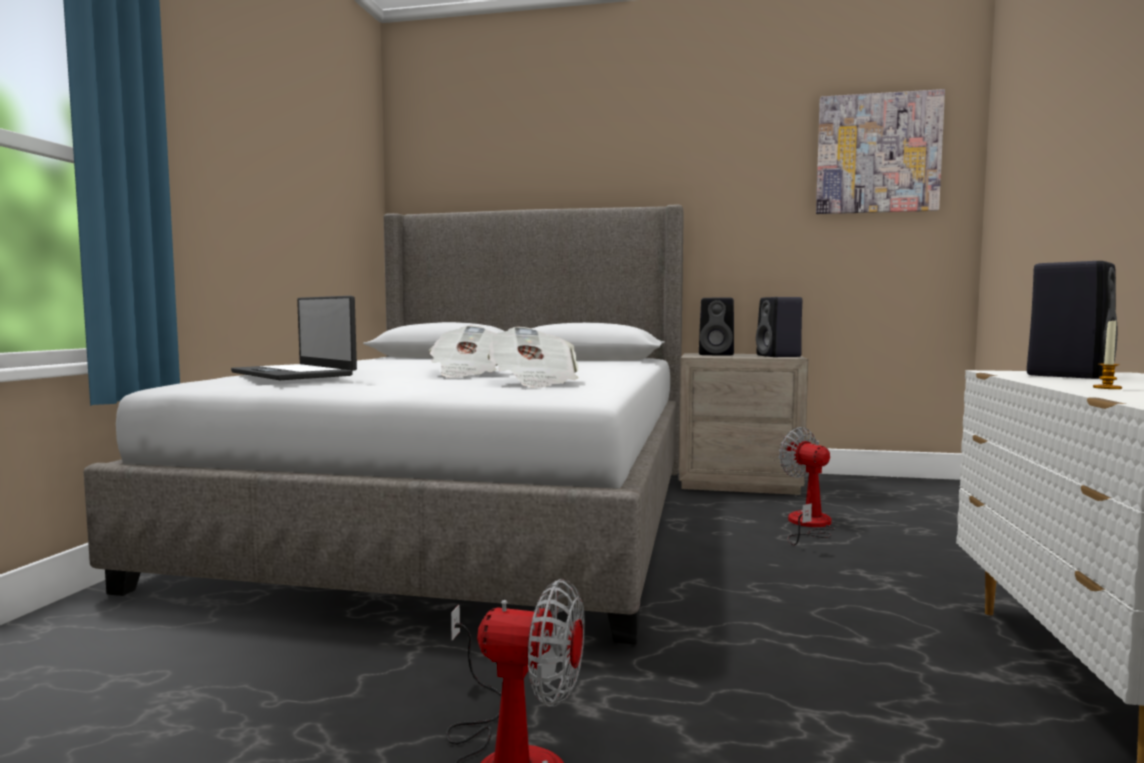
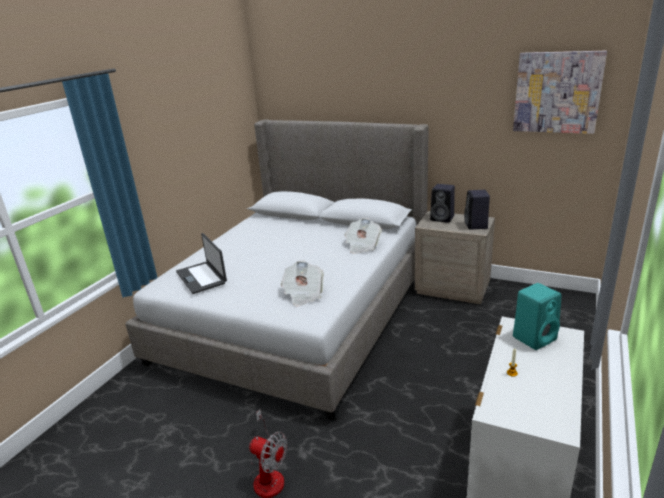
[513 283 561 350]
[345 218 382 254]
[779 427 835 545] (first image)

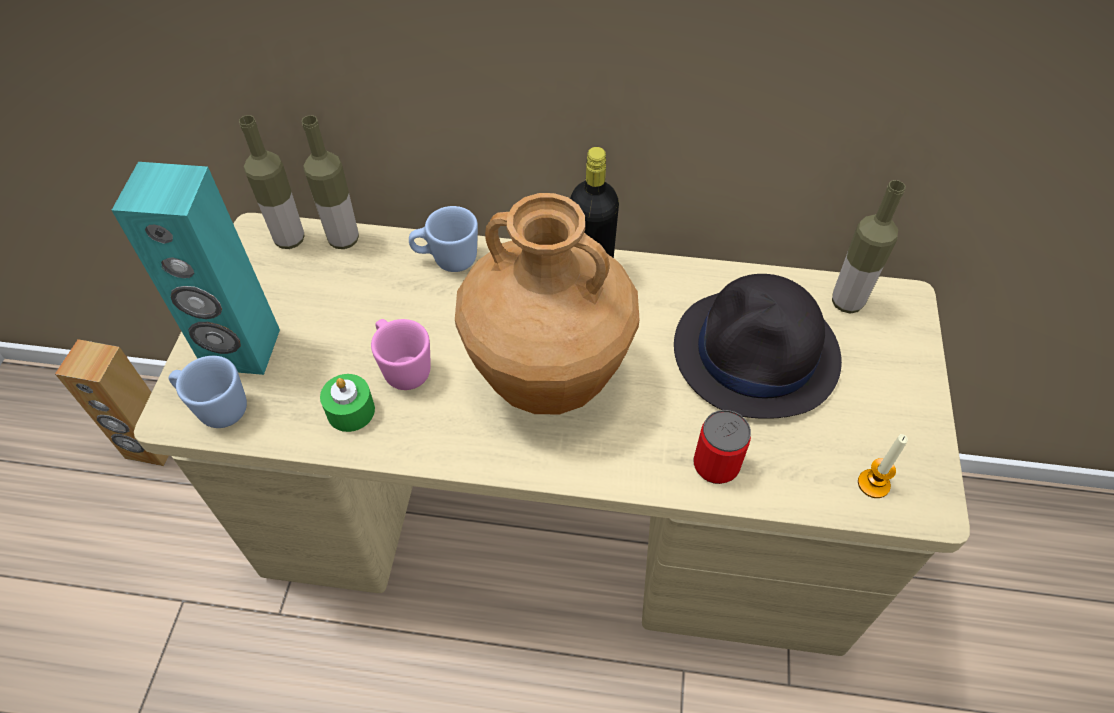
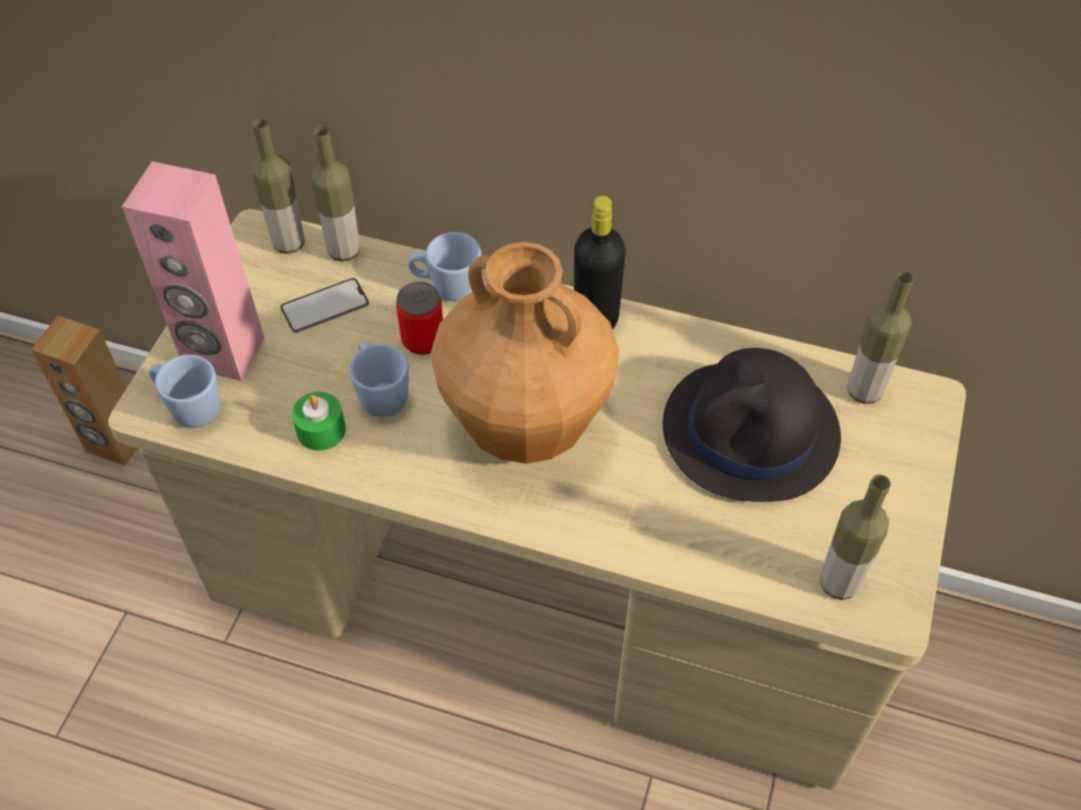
[122 161 264 381]
[349 341 409 417]
[396 282 443 355]
[820 474 891 600]
[280 278 369 333]

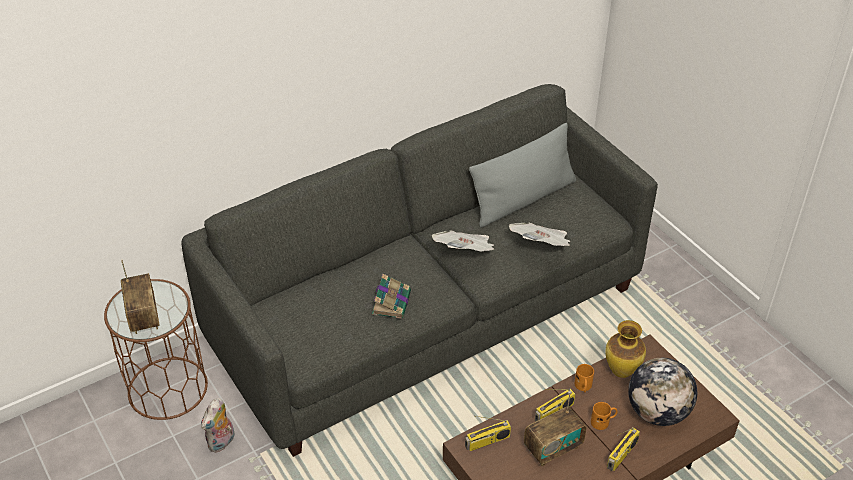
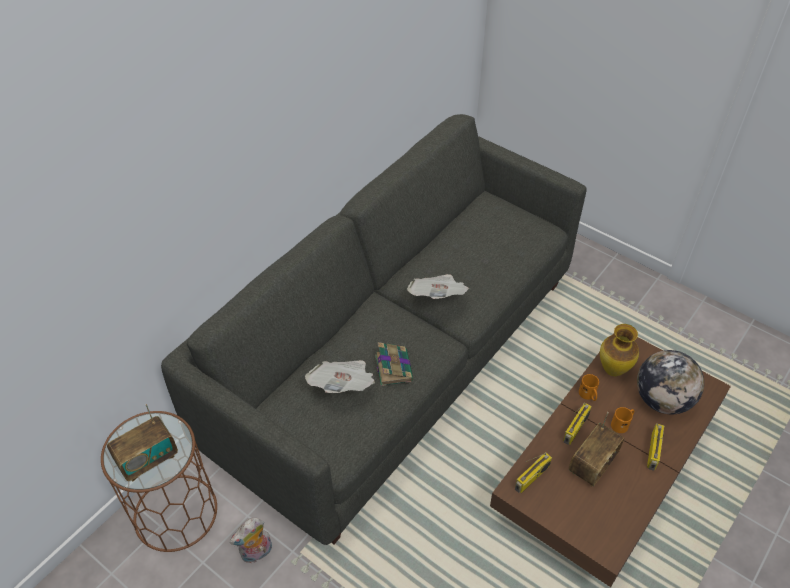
[469 123 576 227] (first image)
[305 360 375 393]
[107 404 178 482]
[230 517 272 563]

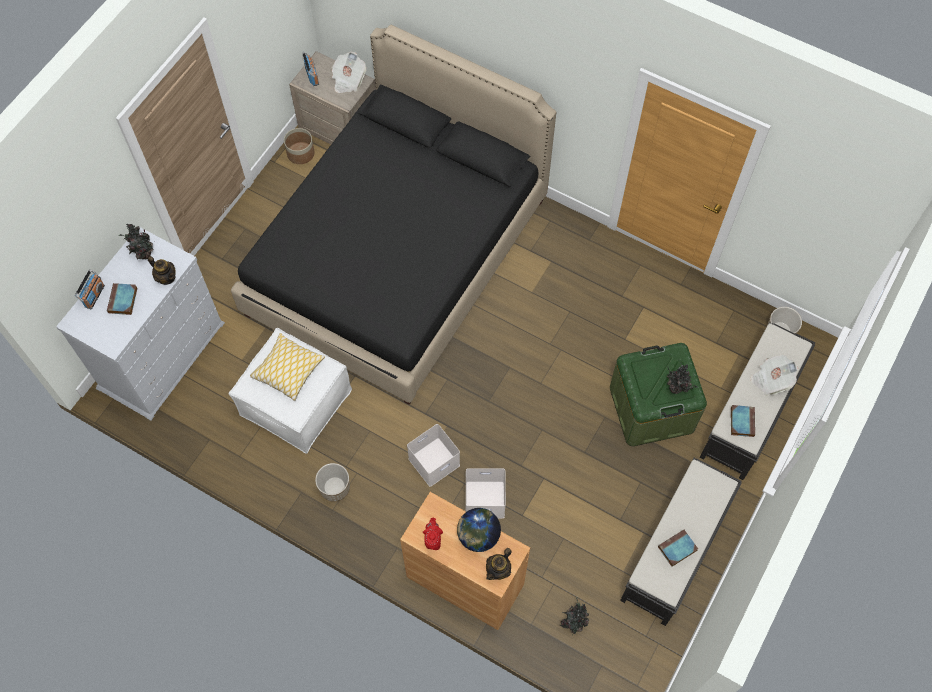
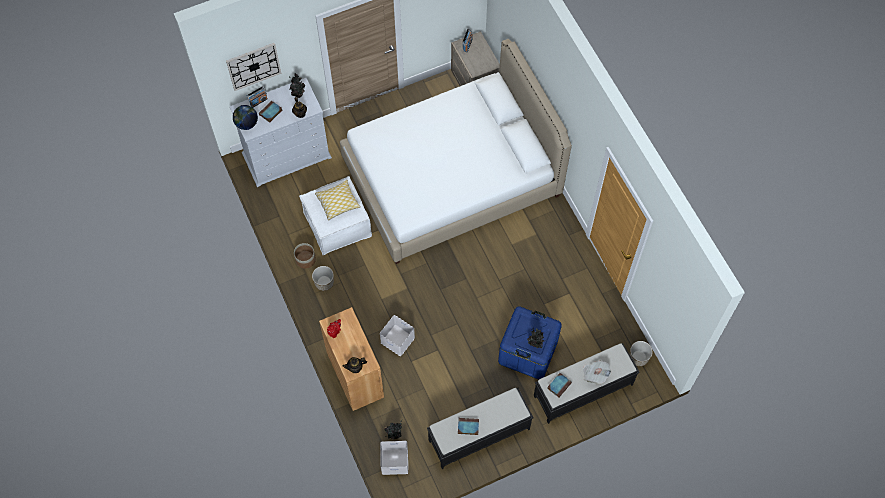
[340 39 572 264]
[331 52 366 93] (first image)
[294 243 316 268]
[498 307 562 380]
[380 441 408 475]
[233 105 258 130]
[226 43 281 91]

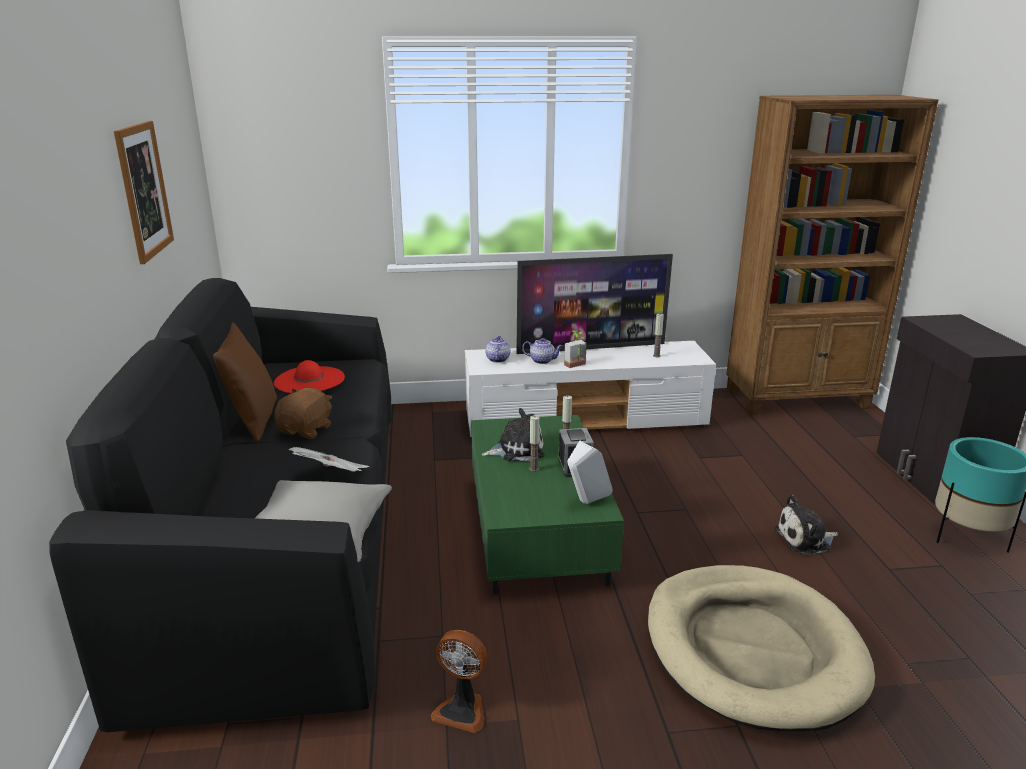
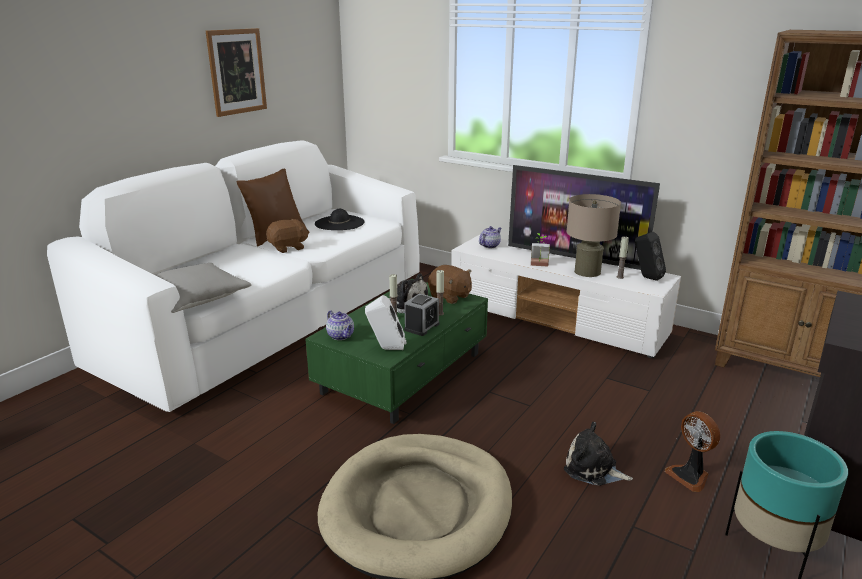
[47 140 420 412]
[326 310 354 340]
[315 209 365 230]
[289 447 369 472] (first image)
[665 411 720 492]
[566 194 621 277]
[635 232 666 281]
[428 265 472 304]

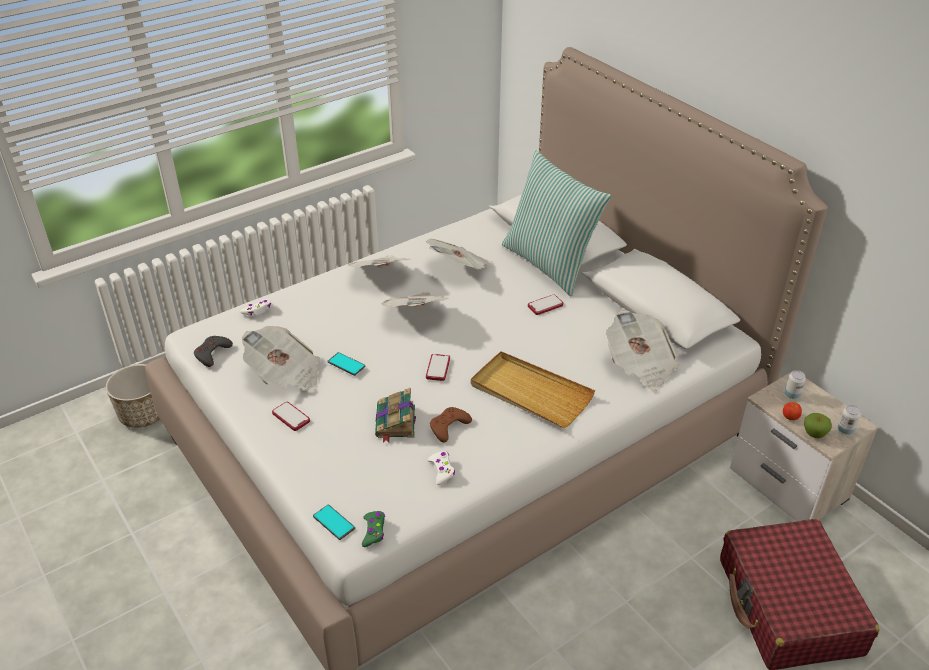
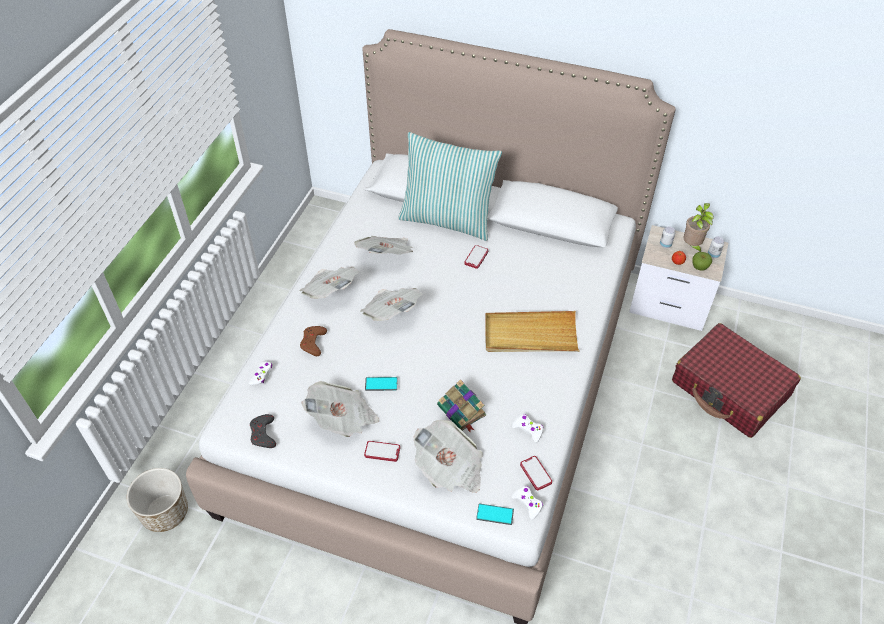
[414 420 483 493]
[520 456 552 490]
[300 326 327 356]
[511 486 543 520]
[684 203 714 252]

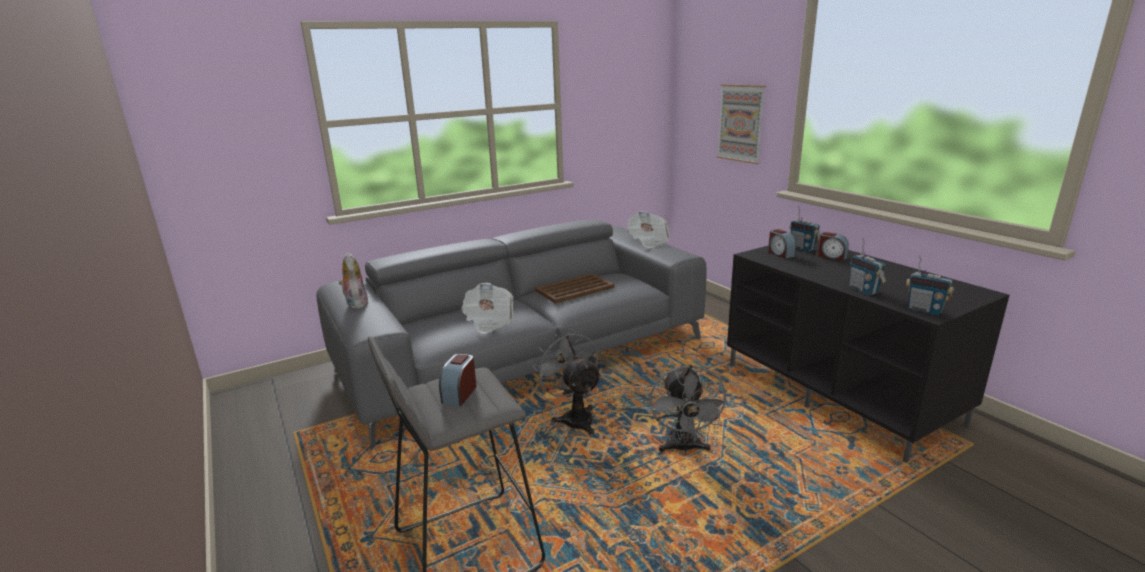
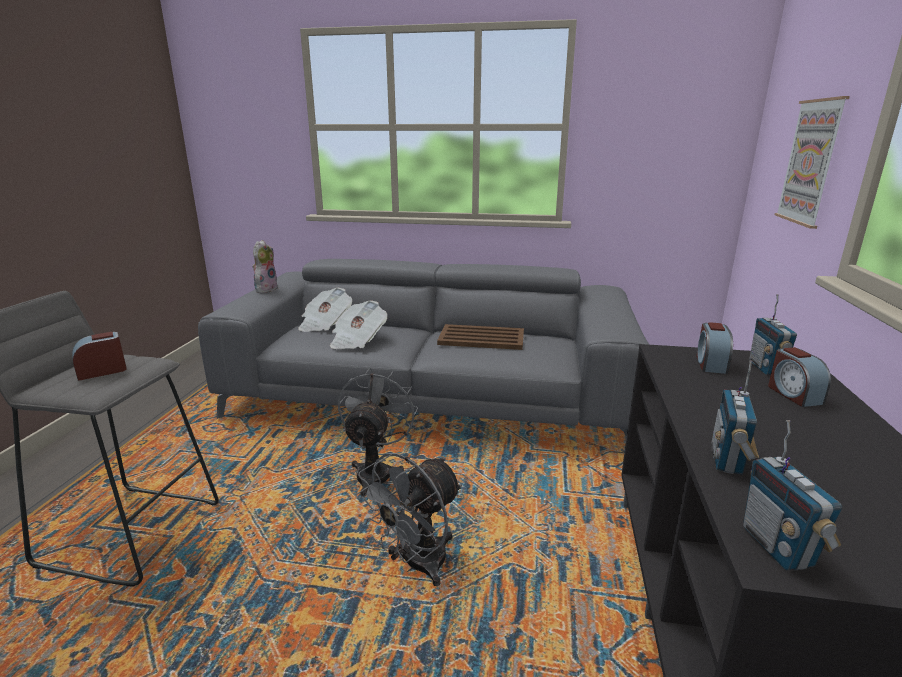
[298 288 352 332]

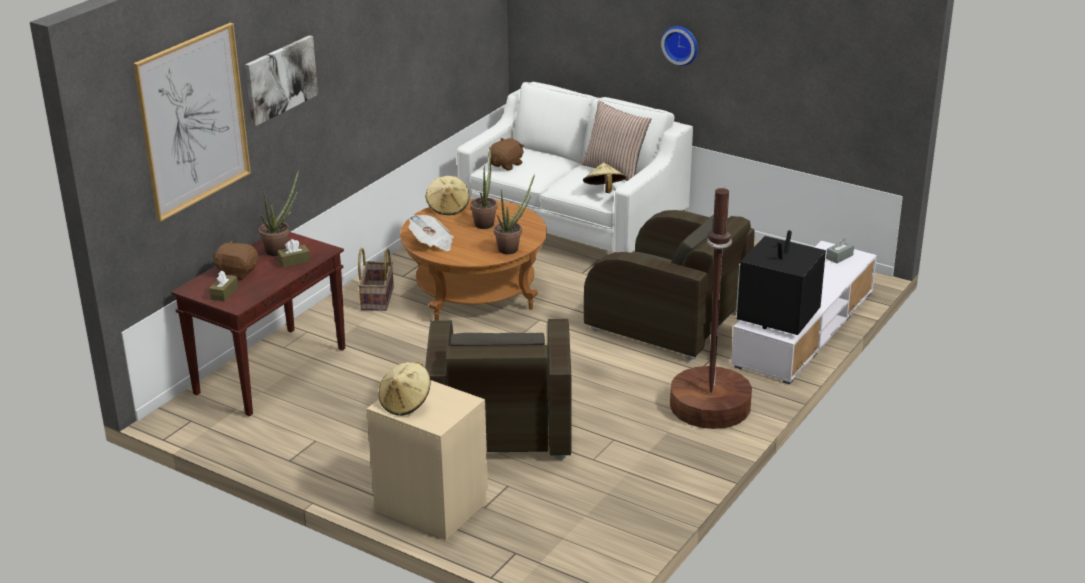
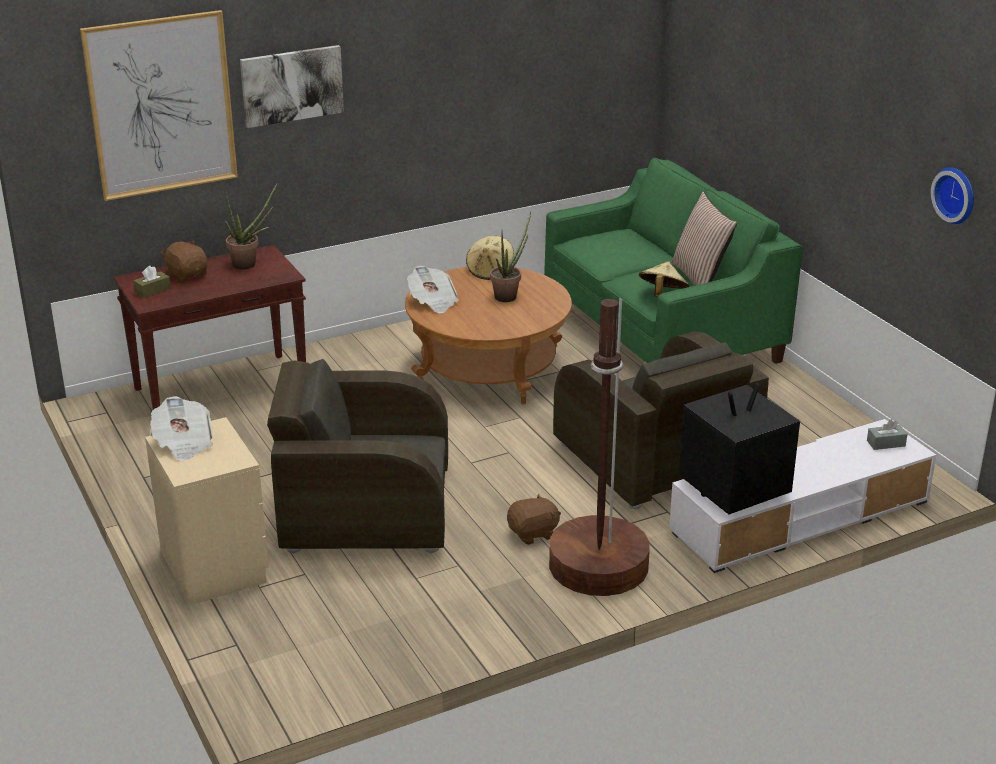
[931 167 974 224]
[544 158 803 364]
[507 493 561 545]
[494 174 535 254] (first image)
[277 239 311 268] (first image)
[358 247 394 311] (first image)
[267 359 448 554]
[150 396 213 462]

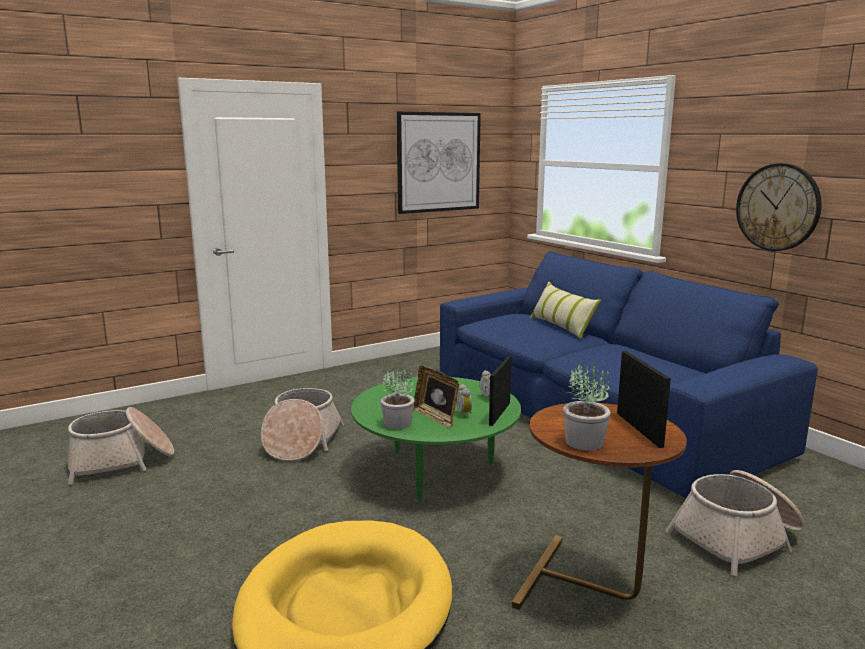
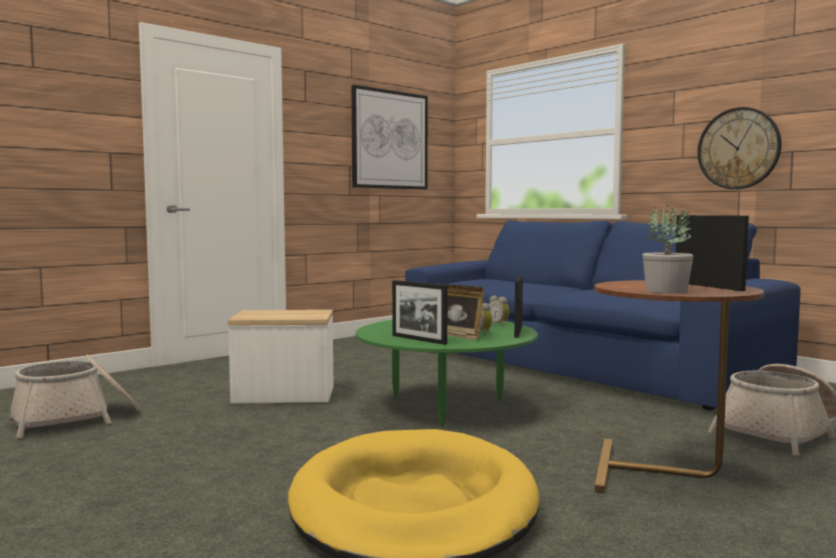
[530 282 601 340] (first image)
[392 280 448 345]
[228 310 333 403]

